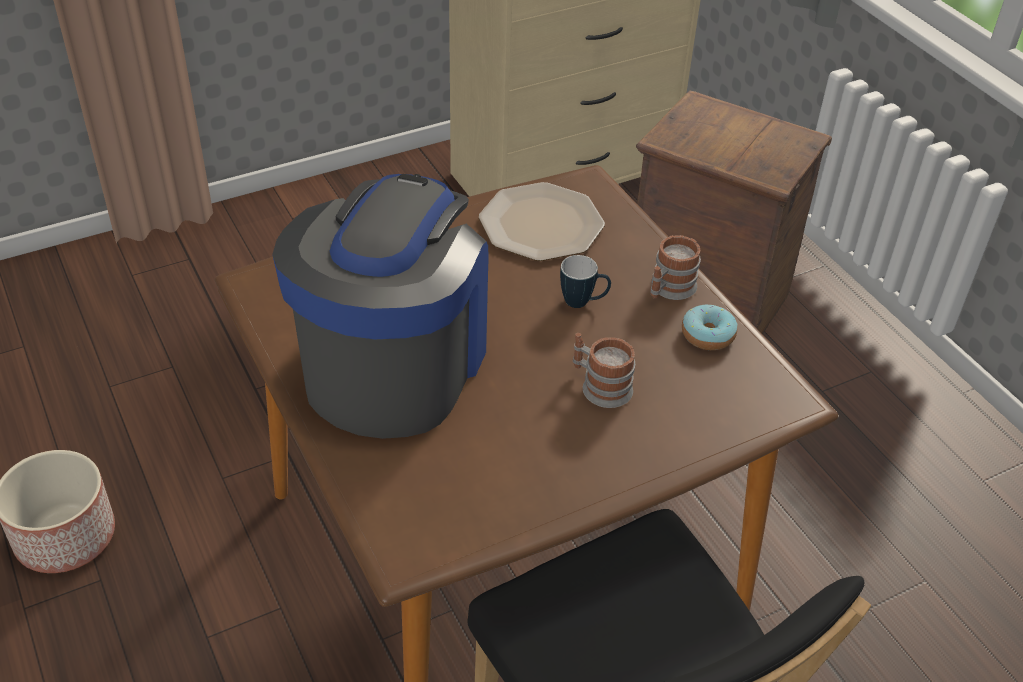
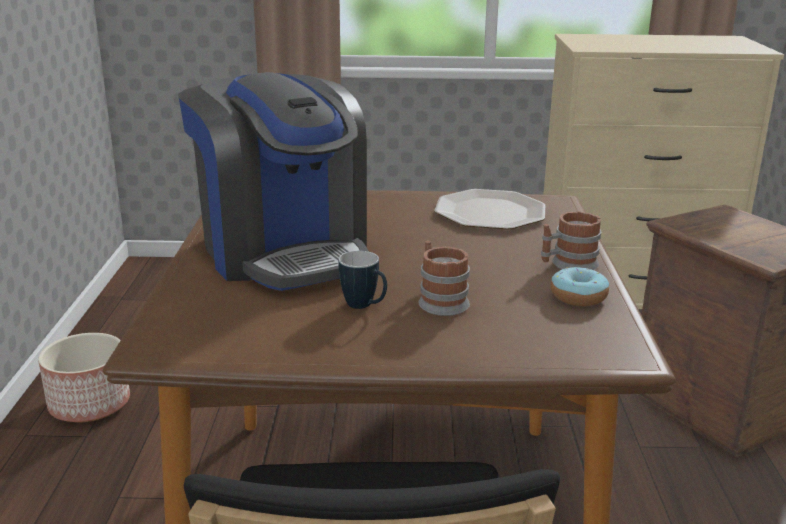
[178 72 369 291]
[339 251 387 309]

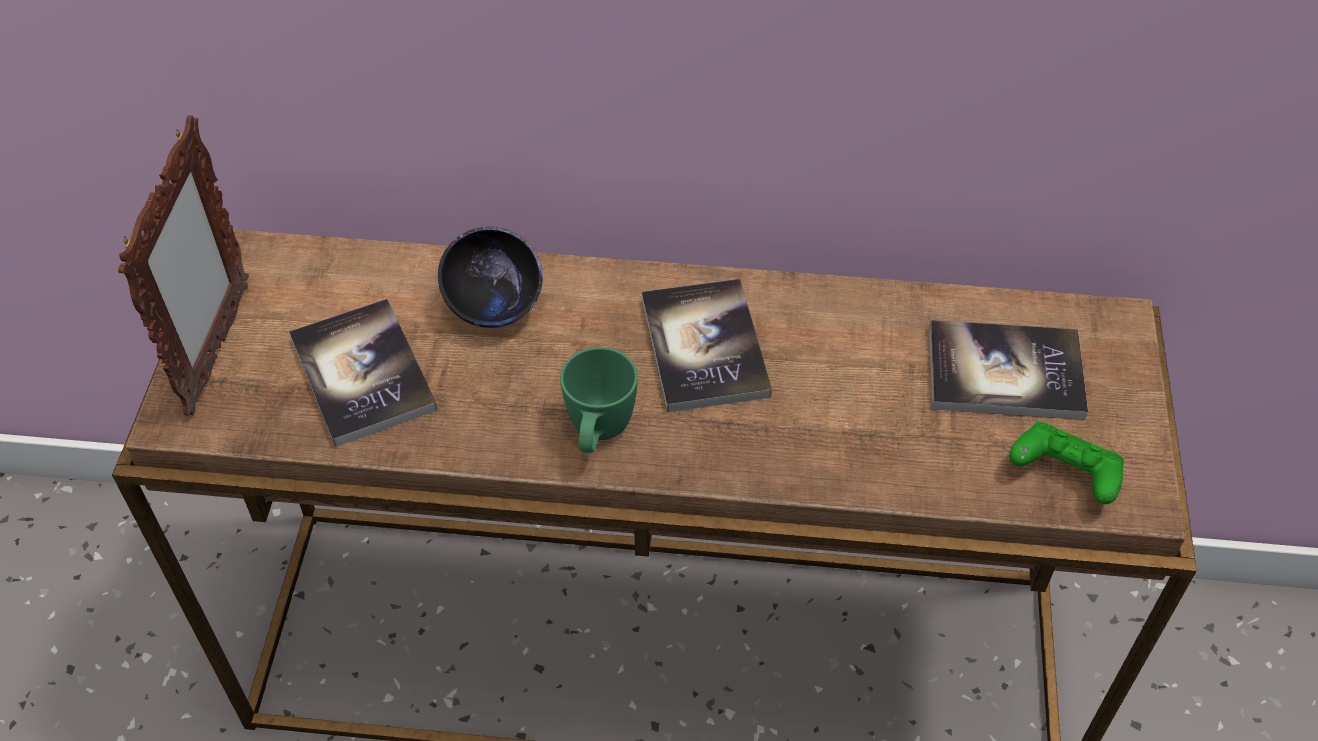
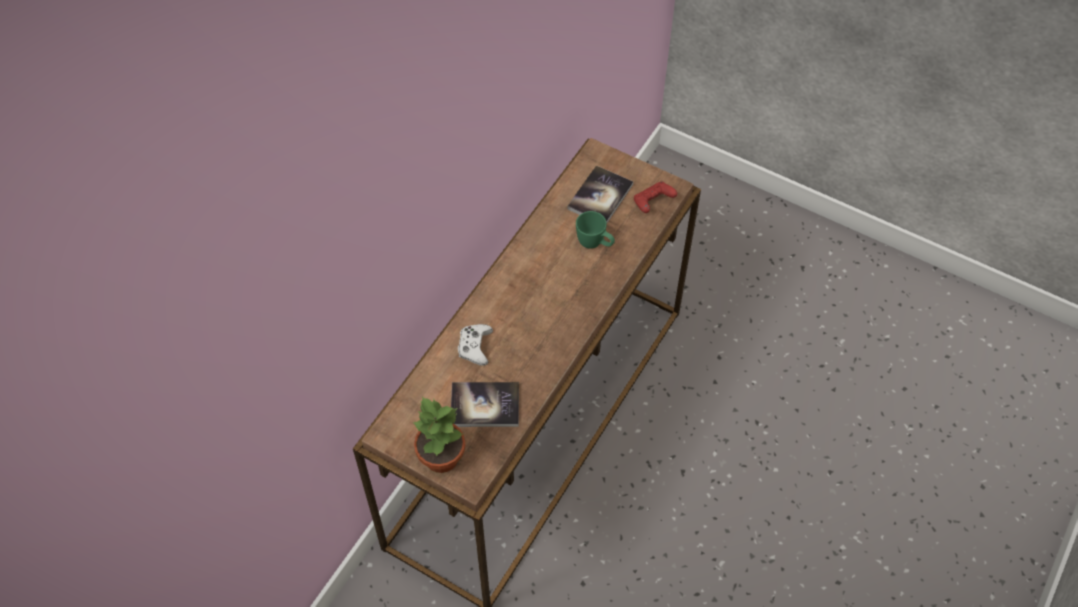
[413 396 465 473]
[458 324 493 366]
[642 279 772 412] (first image)
[576 211 615 249]
[634 182 677 213]

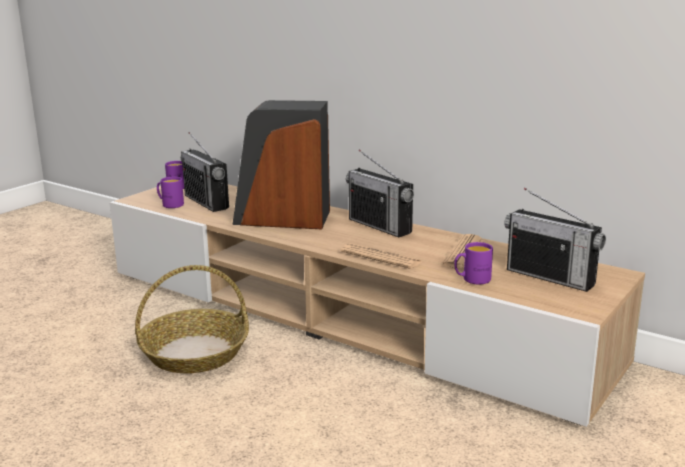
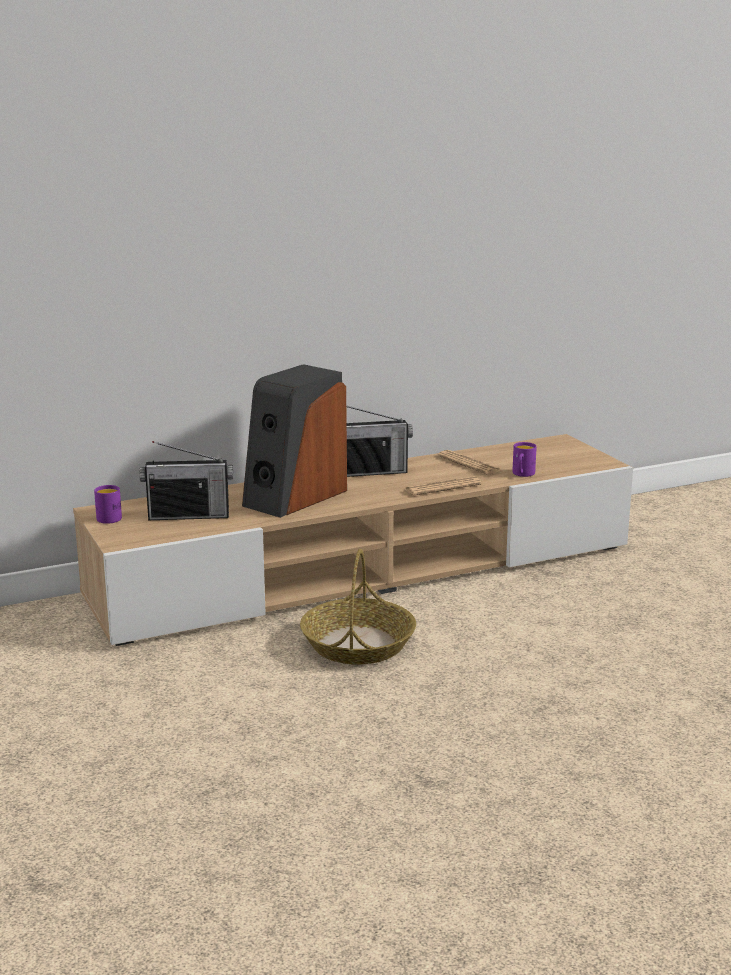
[157 177 184 208] (first image)
[505 188 606 292] (first image)

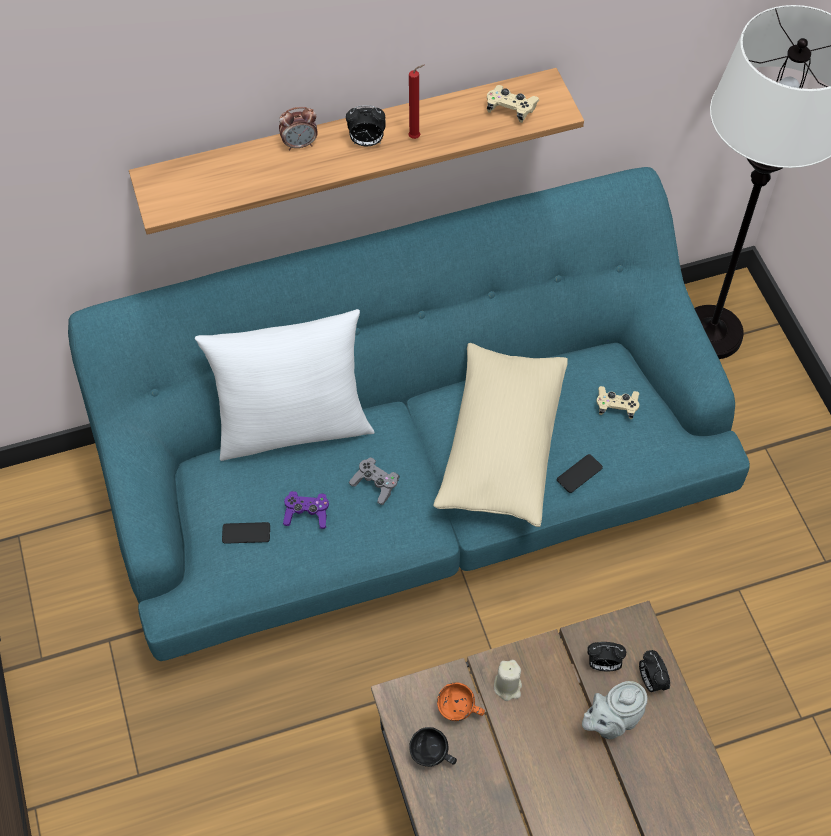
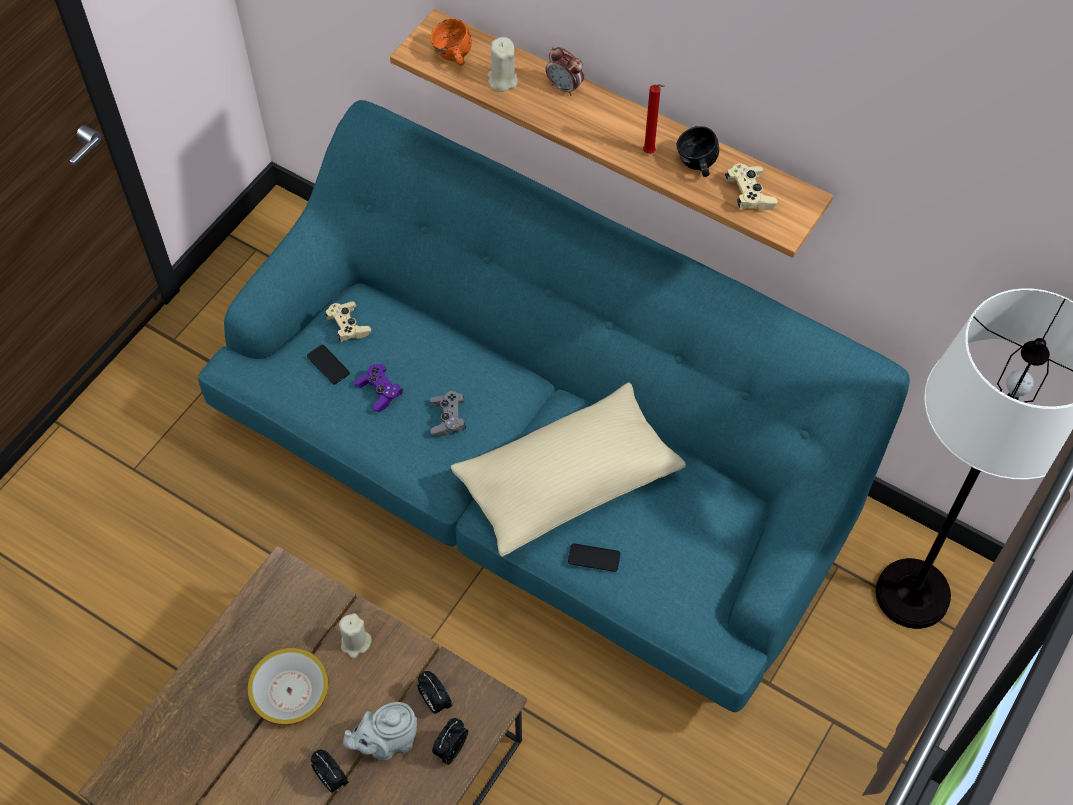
[311 750 349 793]
[195 309 375 461] (first image)
[324 302 371 342]
[343 702 417 761]
[431 19 472 66]
[677 126 719 177]
[488 37 518 92]
[247 648 329 725]

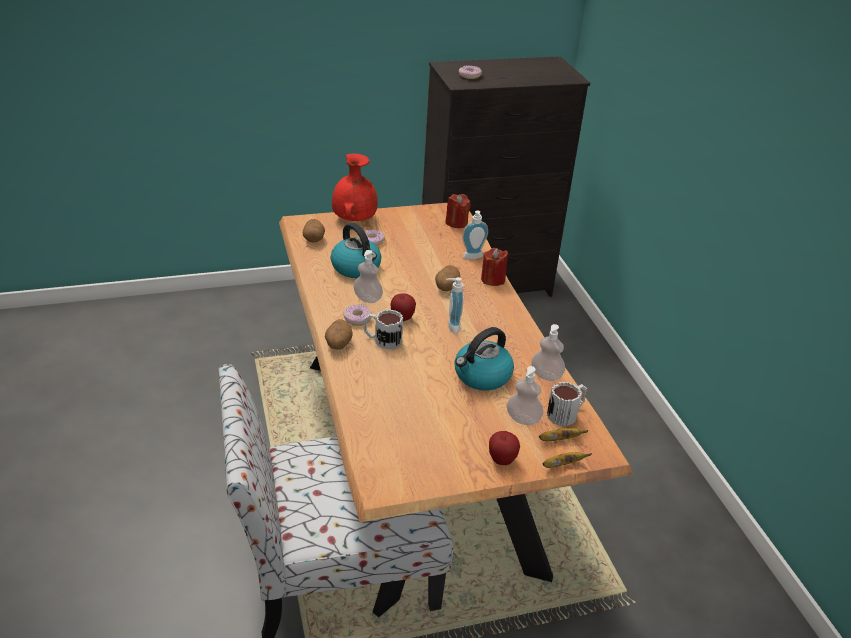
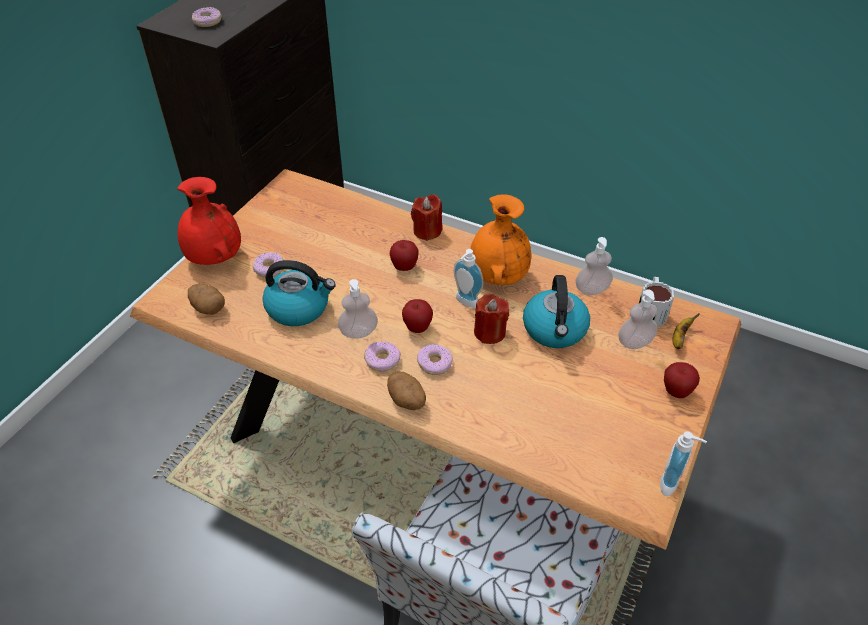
[474 294 509 344]
[660 431 707 496]
[390 240 419 271]
[417 344 453 375]
[542 452 592 468] (first image)
[470 194 531 285]

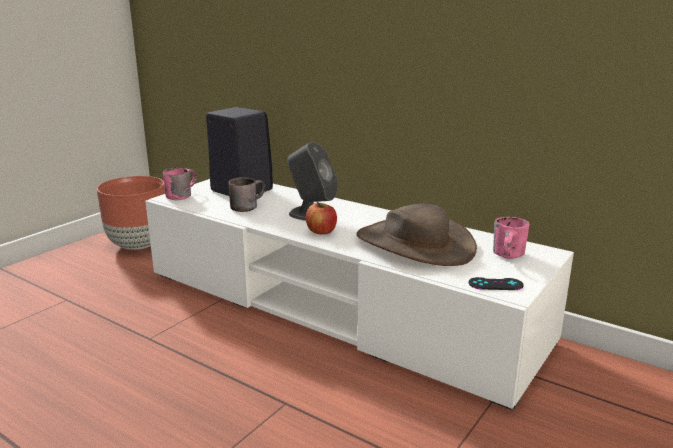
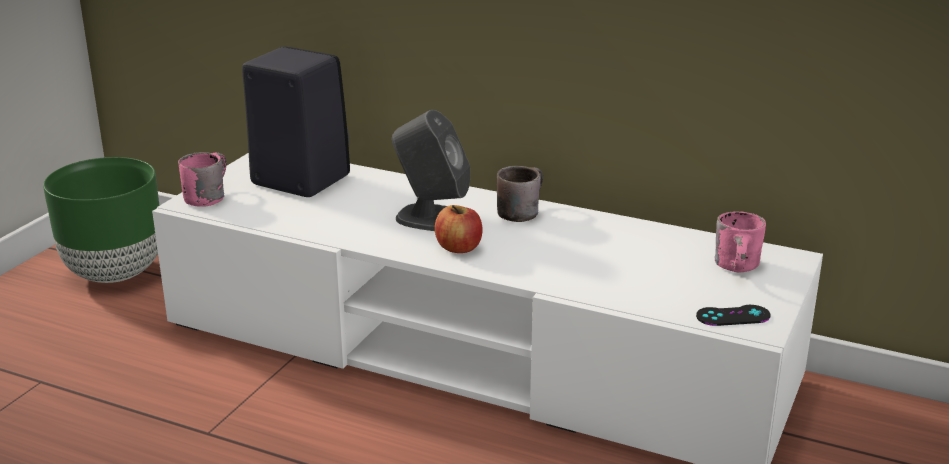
[43 157 160 283]
[497 166 543 222]
[356 204 477 266] (first image)

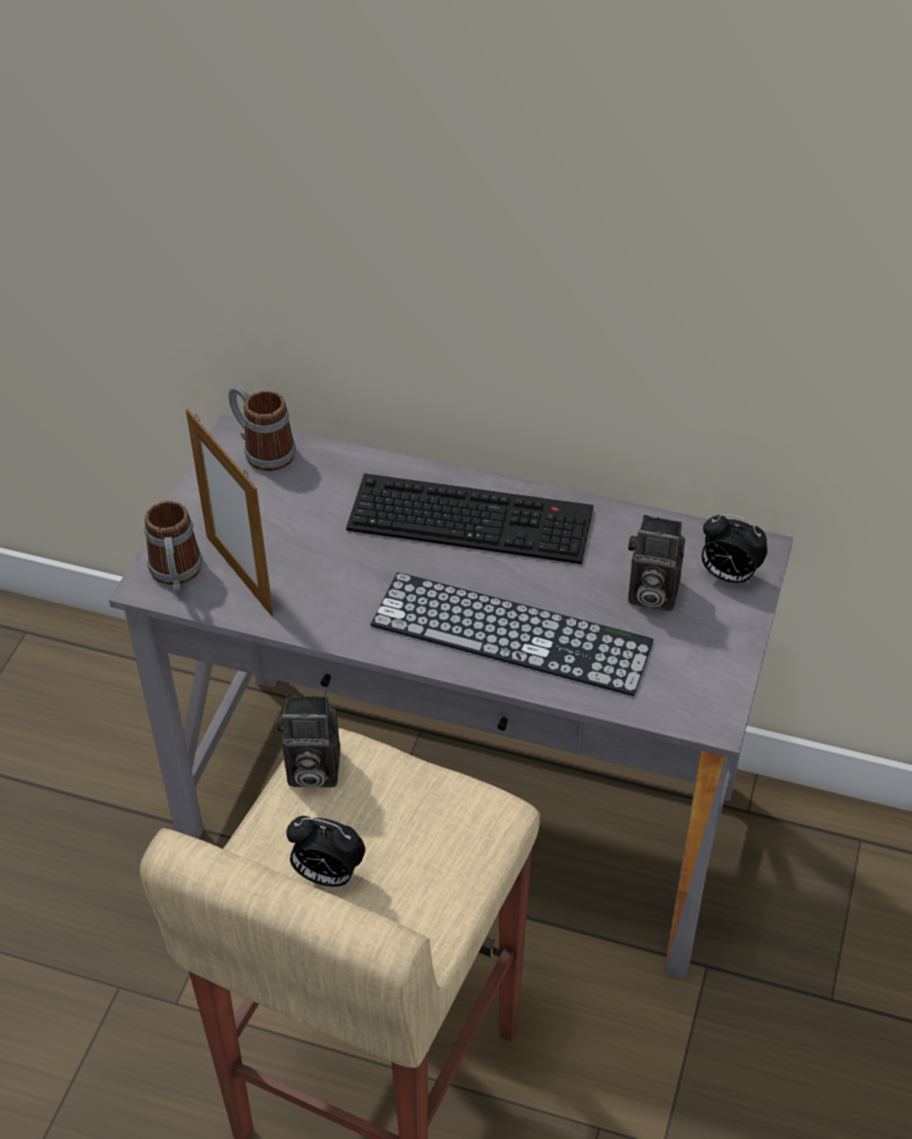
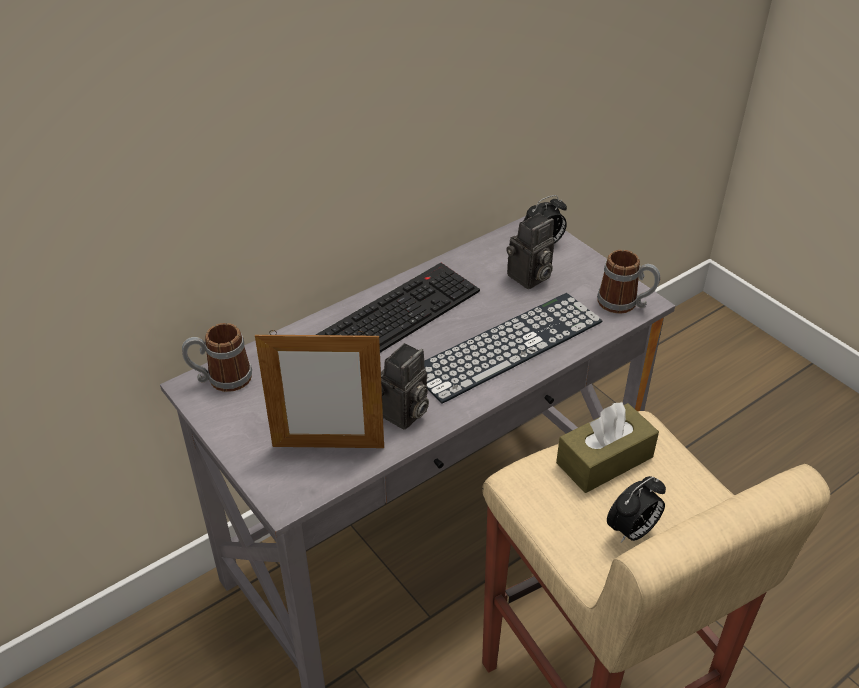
[597 250 660 314]
[381 343 429 430]
[556 401 659 493]

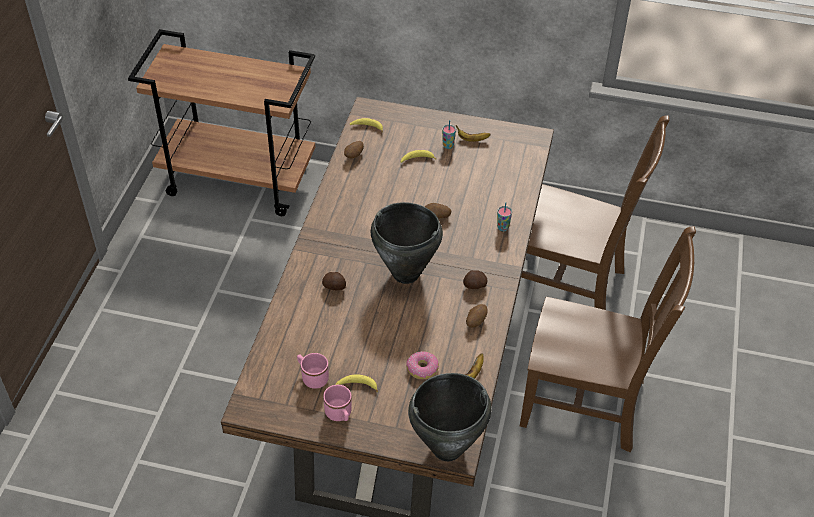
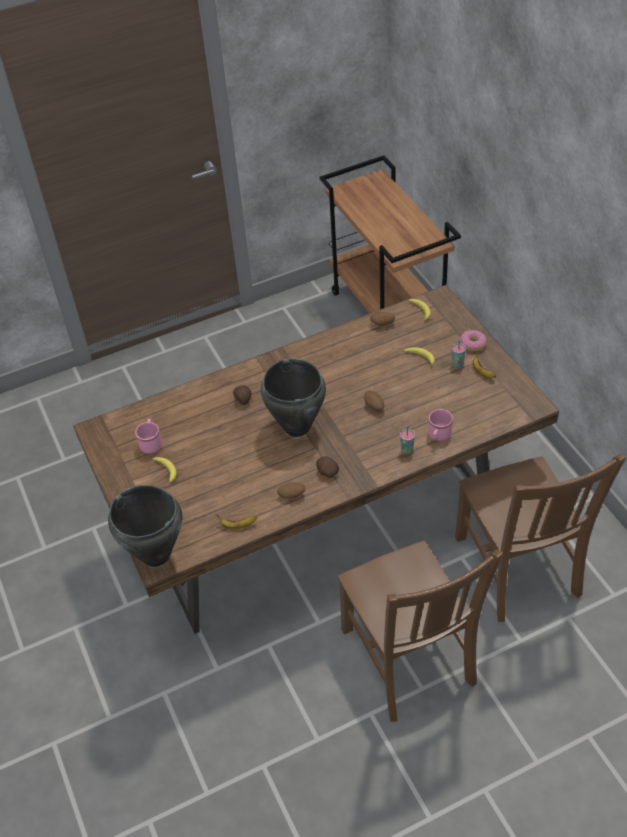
[460 330 487 352]
[428 409 453 441]

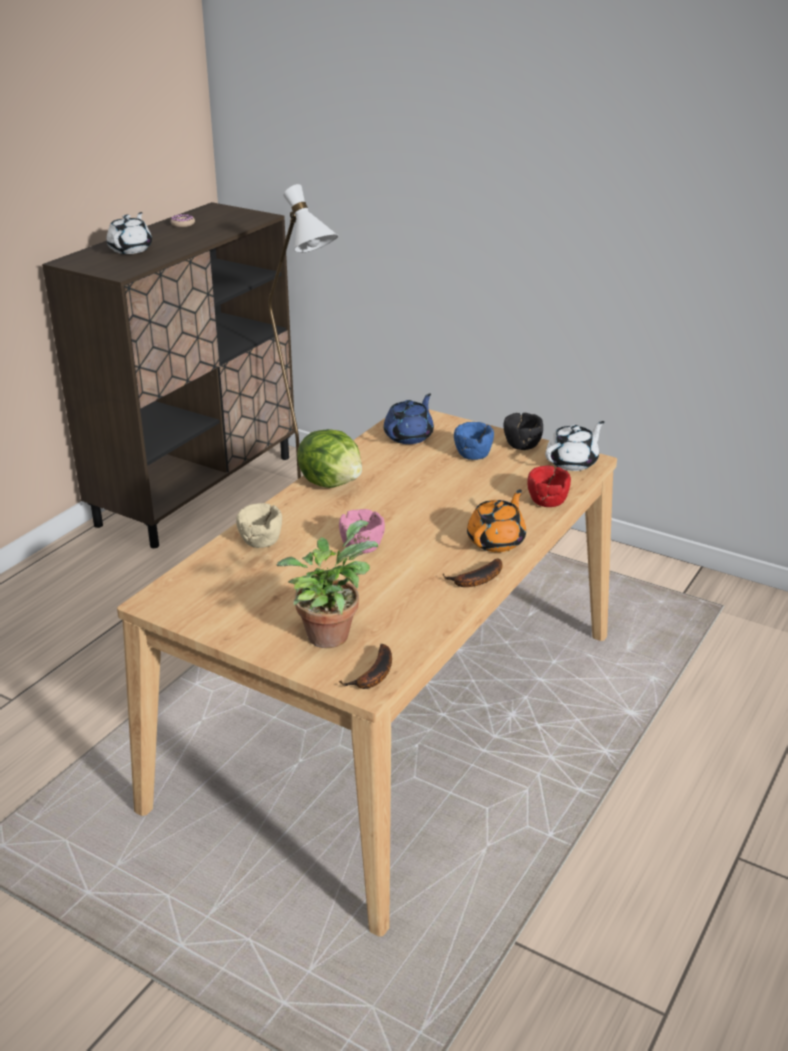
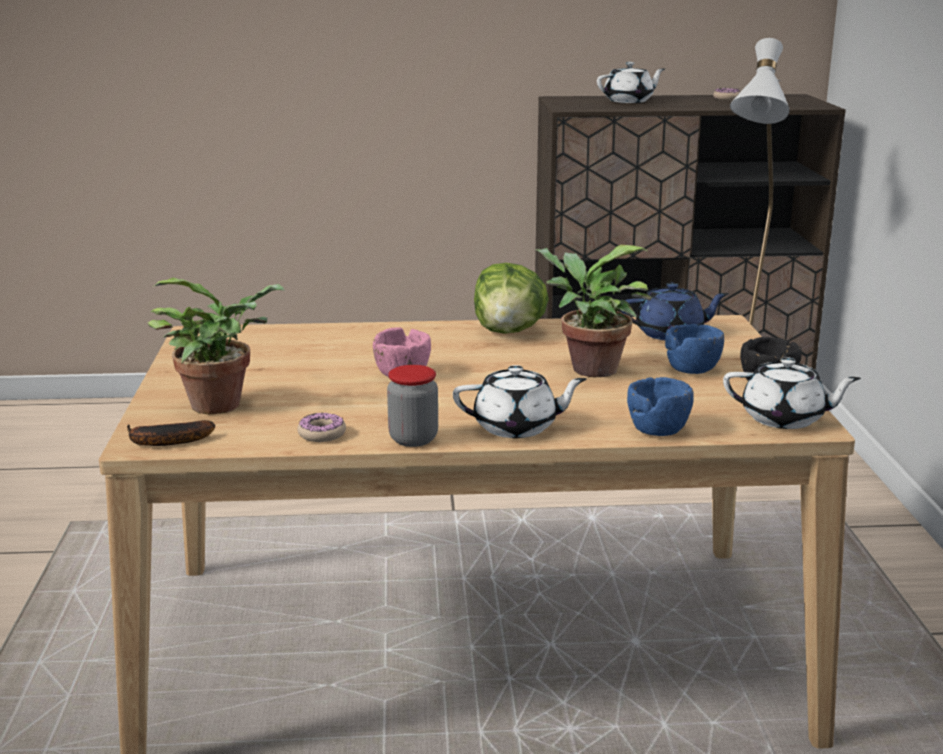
[627 377 694 436]
[453 365 587 438]
[236 503 282 548] (first image)
[387 365 438 447]
[535 245 652 377]
[297 413 346 442]

